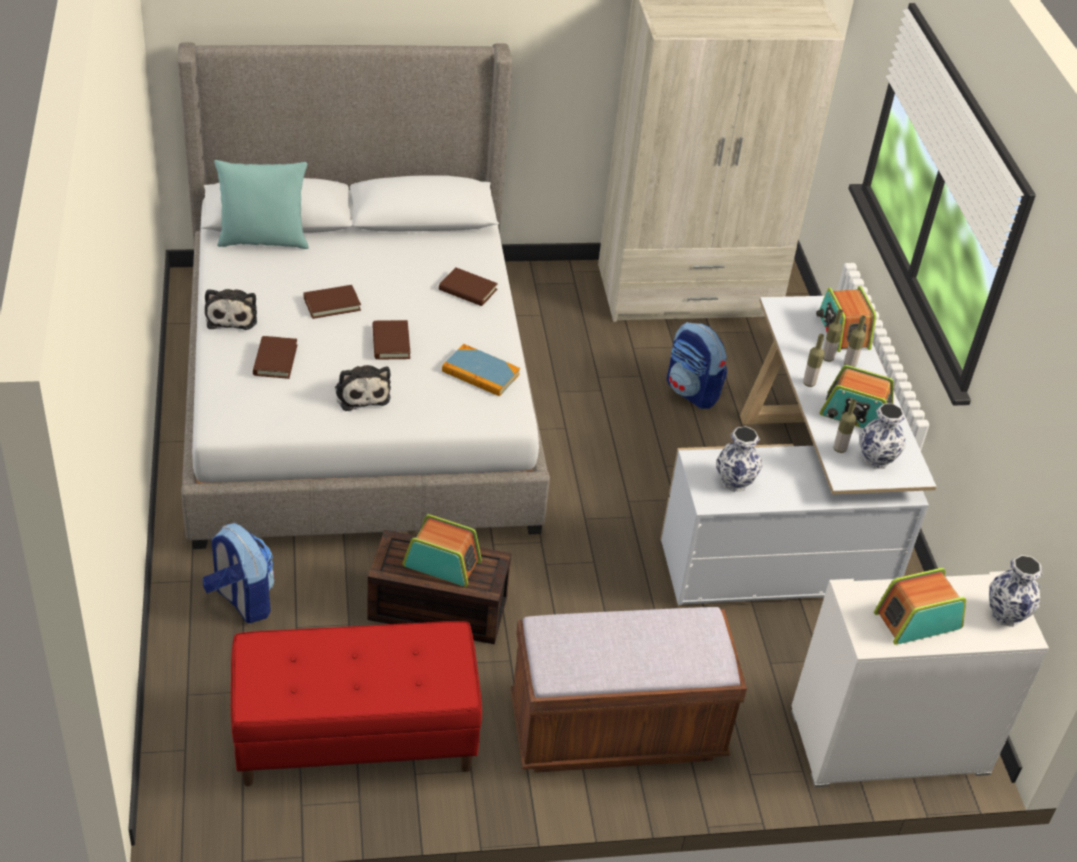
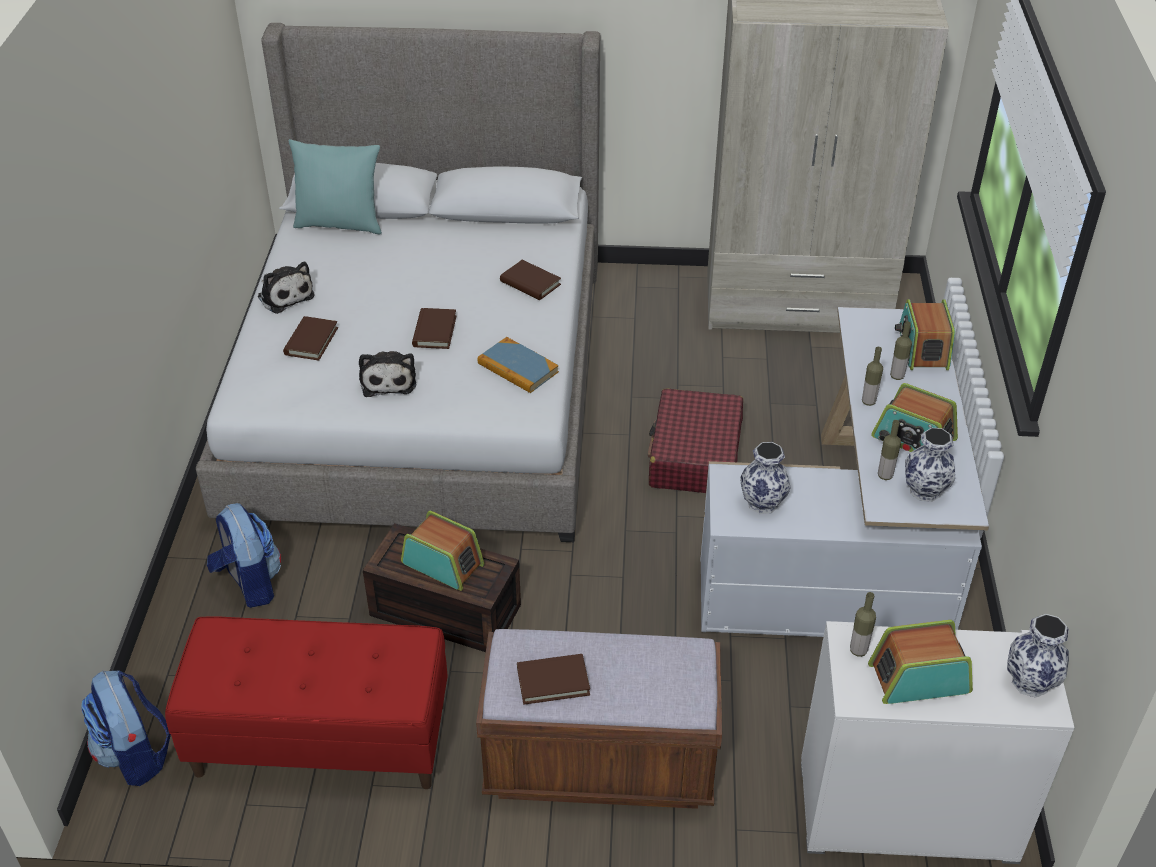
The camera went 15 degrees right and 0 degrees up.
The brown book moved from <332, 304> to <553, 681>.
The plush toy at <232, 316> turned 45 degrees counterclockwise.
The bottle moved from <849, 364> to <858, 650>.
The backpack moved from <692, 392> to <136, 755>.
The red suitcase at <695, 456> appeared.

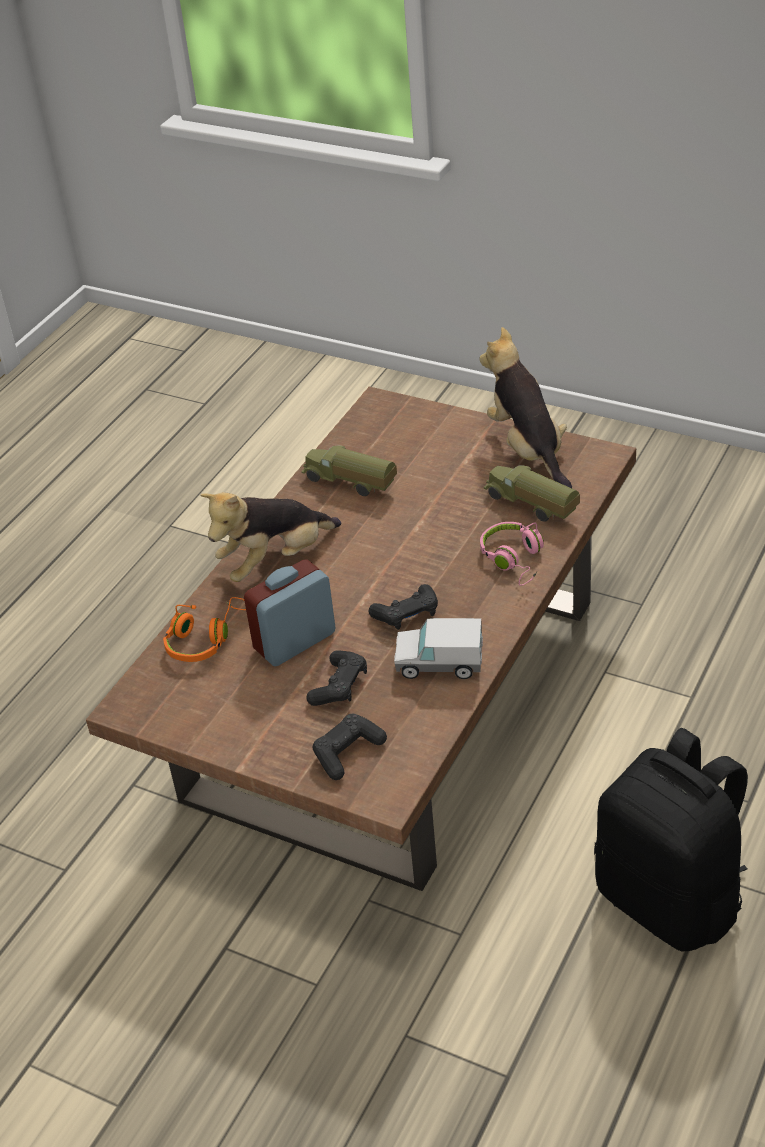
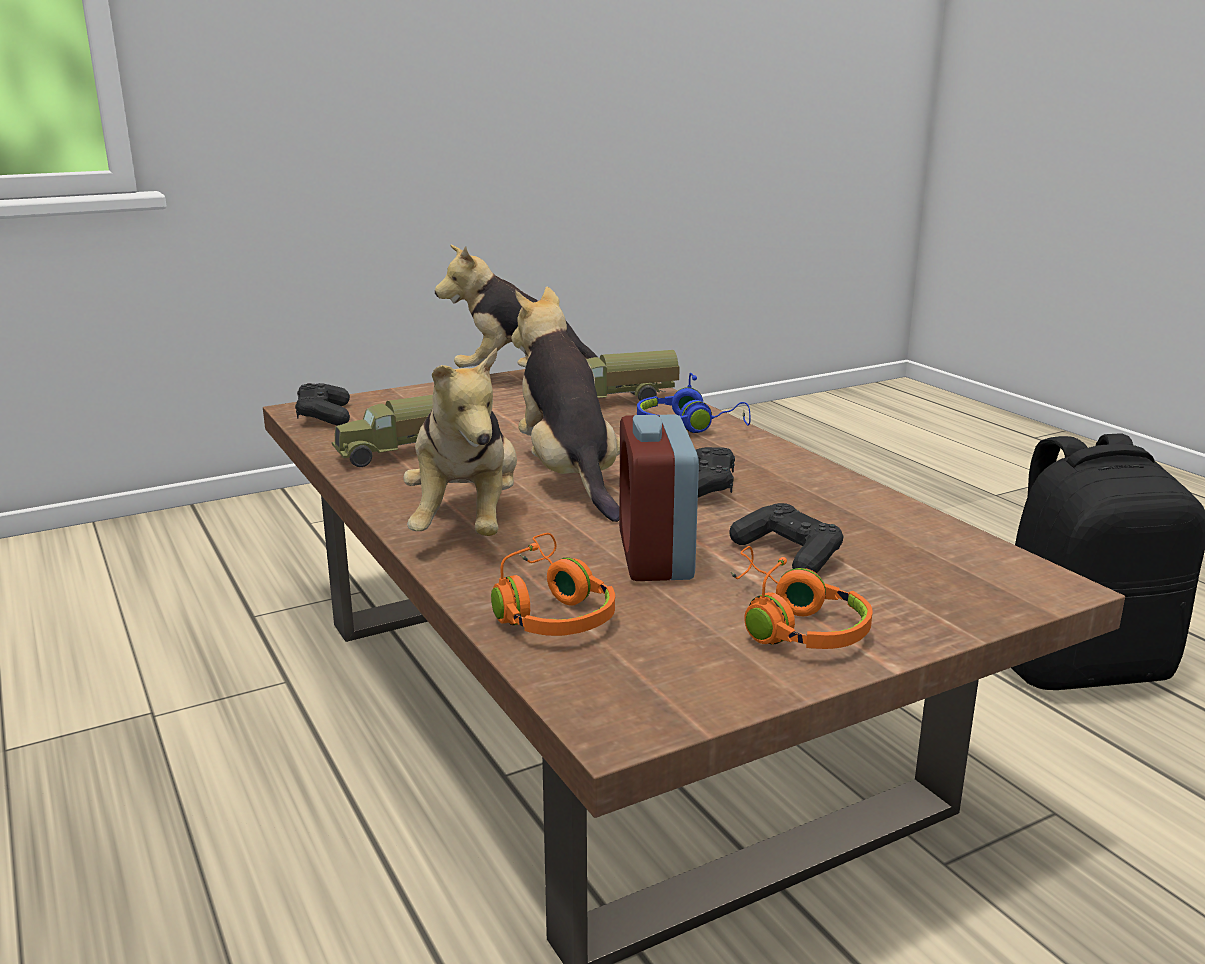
The camera went 60 degrees left and 20 degrees down.
The pink headphones at <515, 559> became the blue headphones at <689, 426>.
The toy truck at <439, 664> disappeared.
The black game controller moved from <348, 752> to <324, 416>.
The plush toy at <569, 476> appeared.
The orange headphones at <791, 624> appeared.

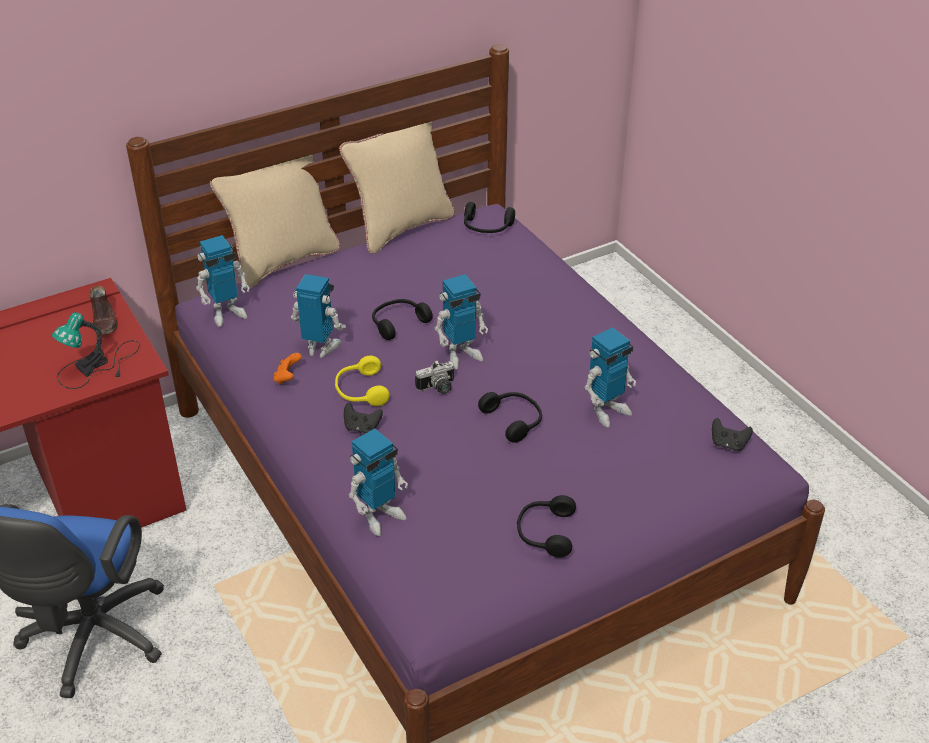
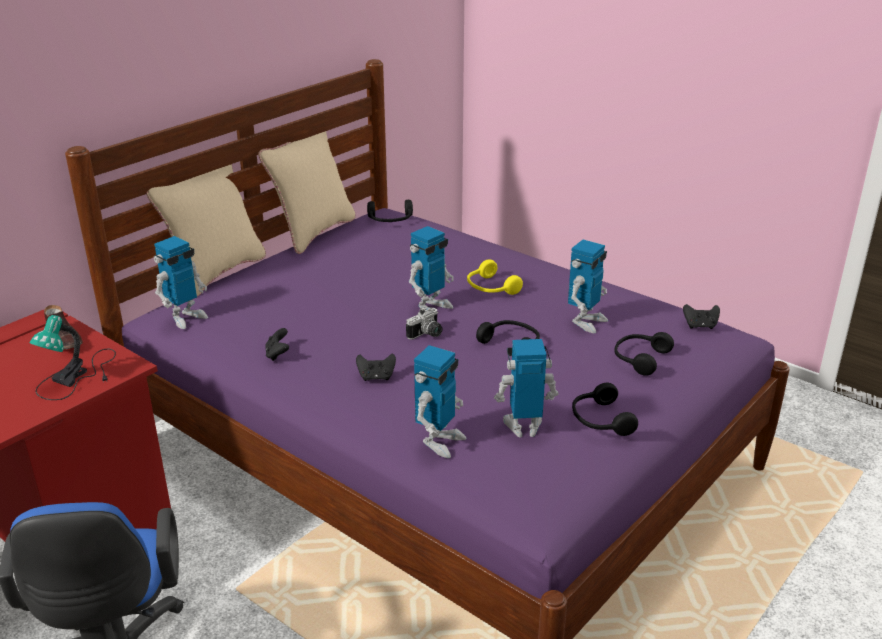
The camera went 20 degrees left and 10 degrees down.
The toy robot moved from <320, 348> to <524, 428>.
The black headphones moved from <398, 323> to <639, 359>.
The orange game controller at <287, 378> became the black game controller at <277, 354>.
The yellow headphones moved from <360, 391> to <490, 288>.

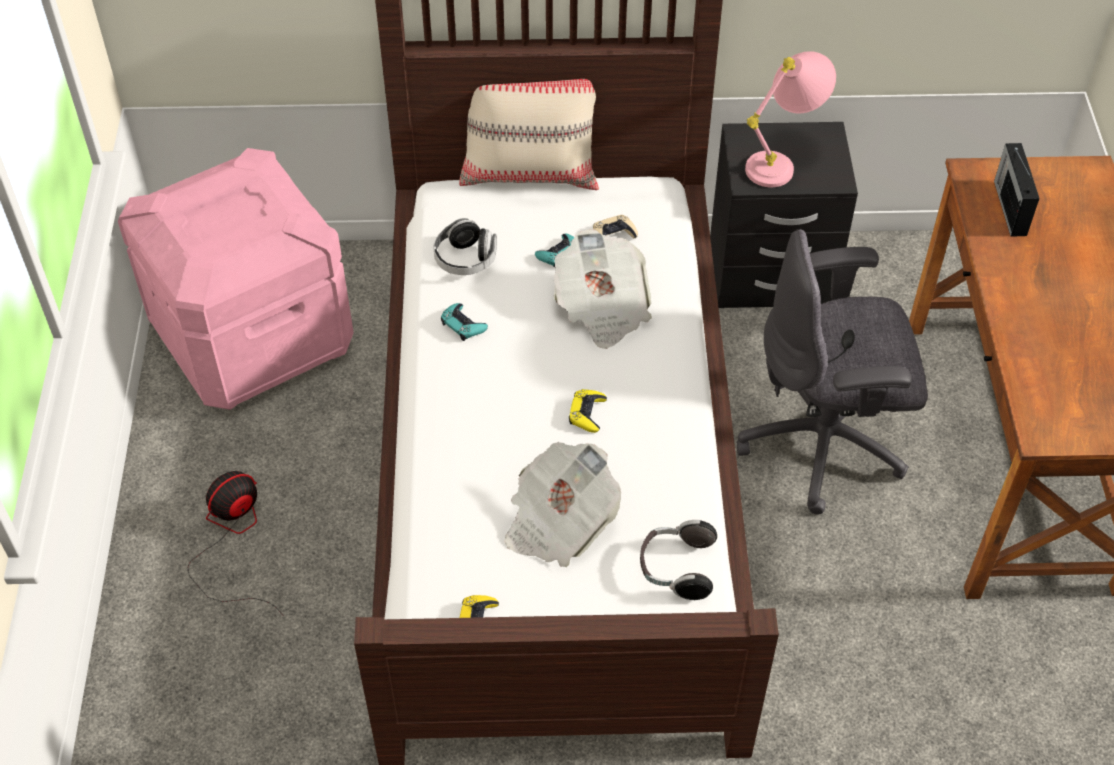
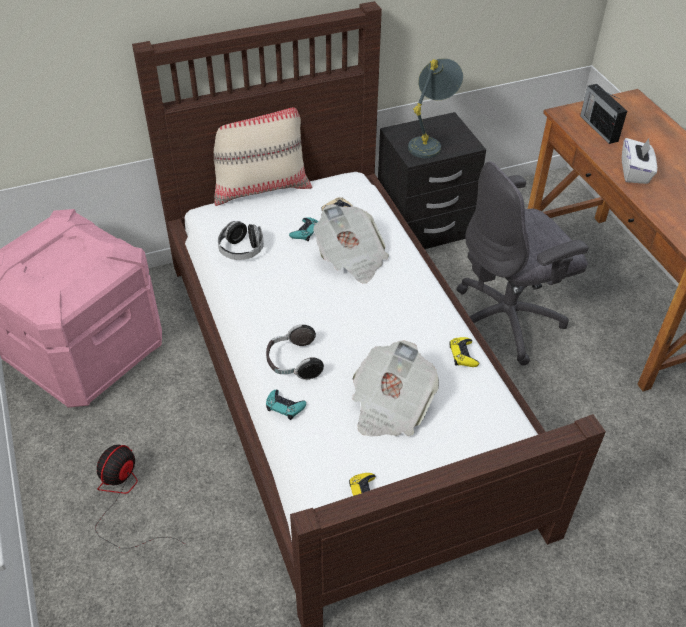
The camera went 20 degrees left and 5 degrees down.
The pink table lamp at <783, 163> became the grey table lamp at <430, 142>.
The turquoise game controller moved from <463, 325> to <285, 406>.
The yellow game controller moved from <587, 413> to <463, 355>.
The headphones moved from <676, 568> to <293, 363>.
The white tissue box at <635, 172> appeared.

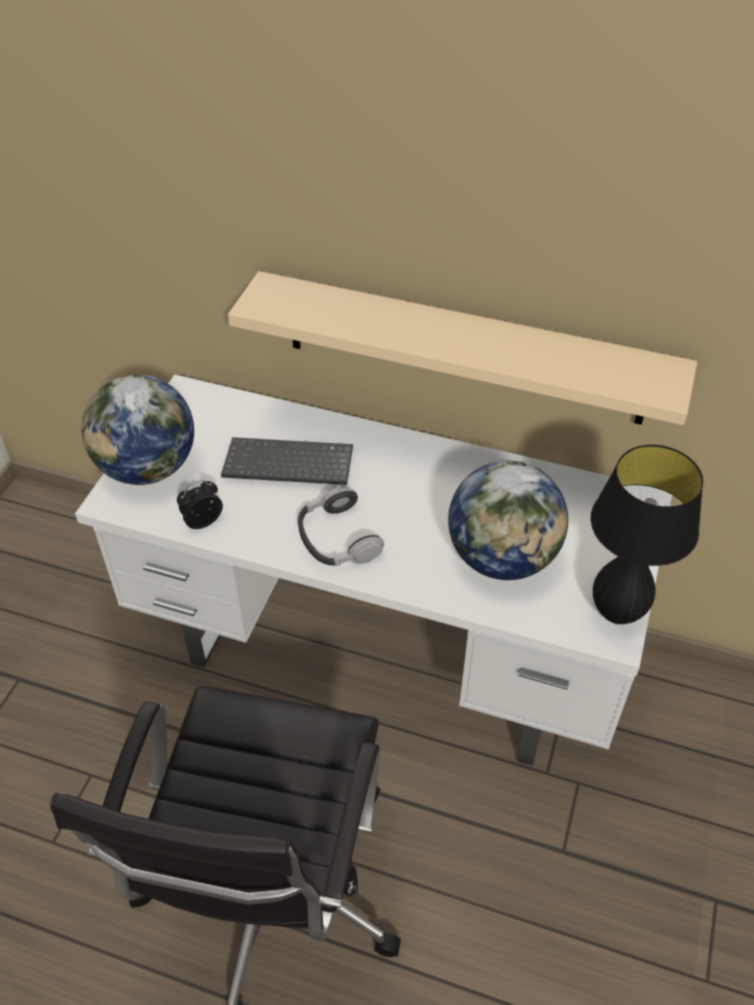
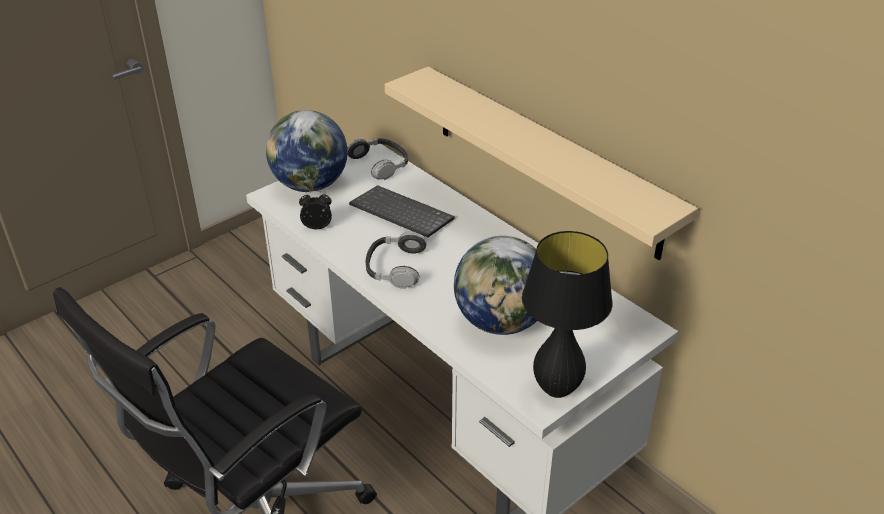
The camera went 30 degrees right and 10 degrees down.
The headphones at <380, 164> appeared.

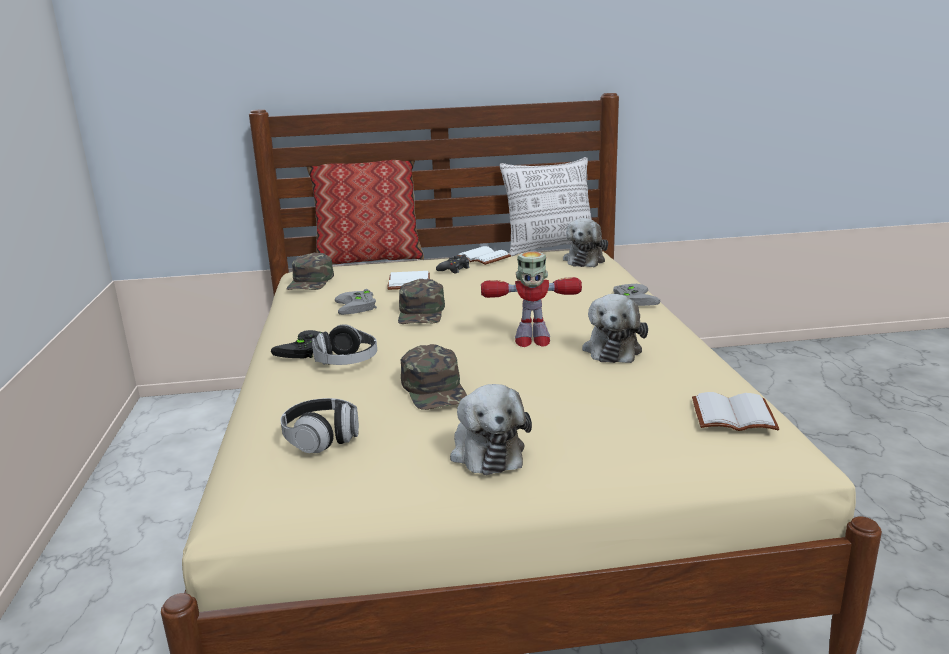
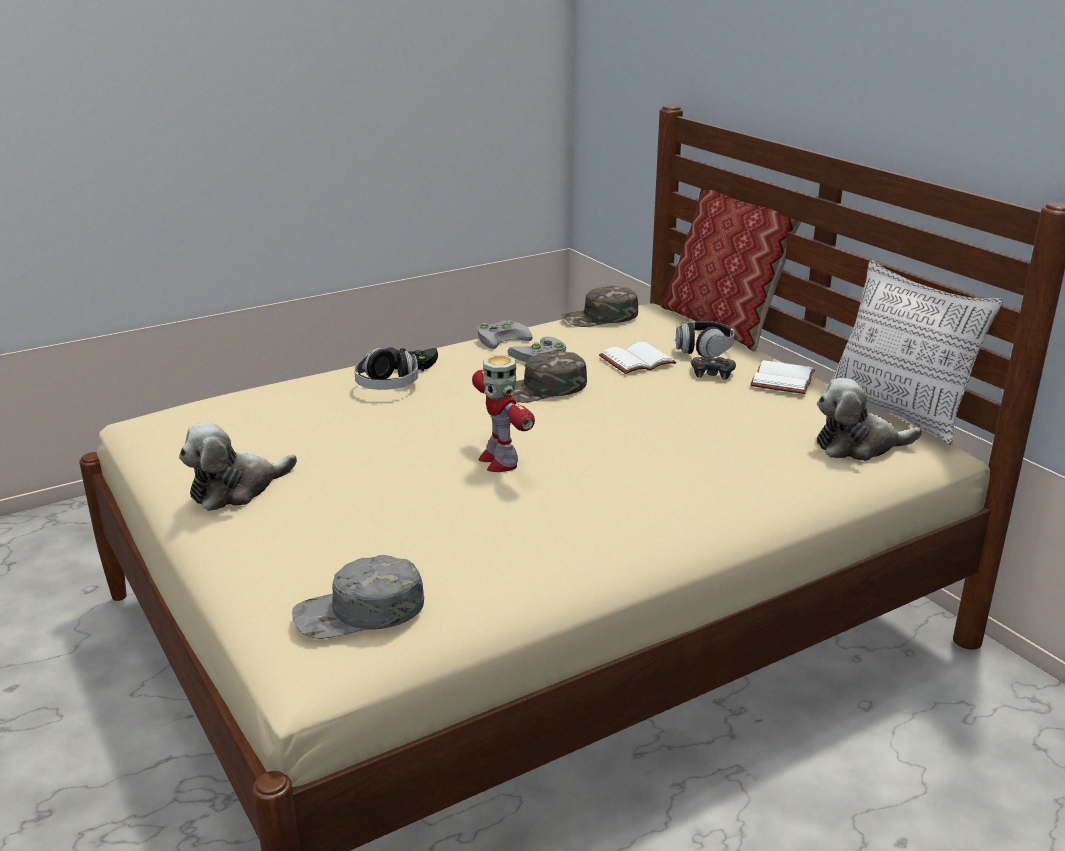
The camera went 65 degrees right and 5 degrees up.
The grey game controller moved from <632, 298> to <503, 337>.
The plush toy at <612, 349> disappeared.
The green cap at <435, 389> disappeared.
The white book at <734, 414> was replaced by the grey cap at <359, 612>.
The headphones moved from <322, 438> to <703, 350>.

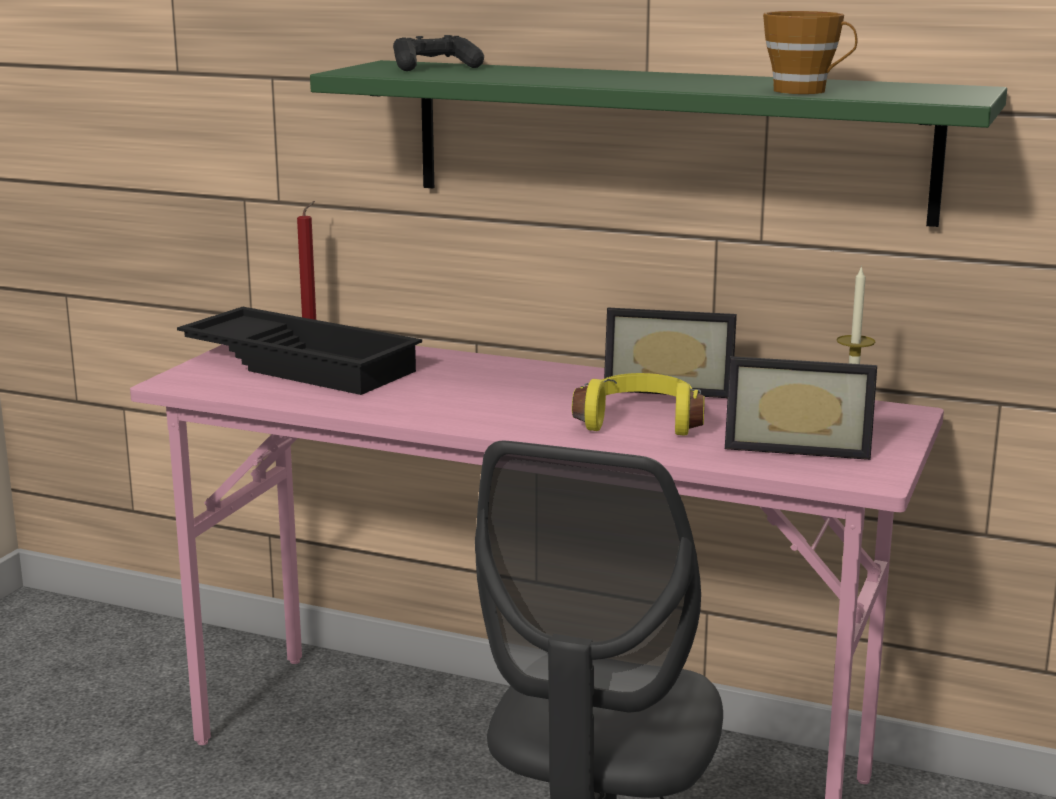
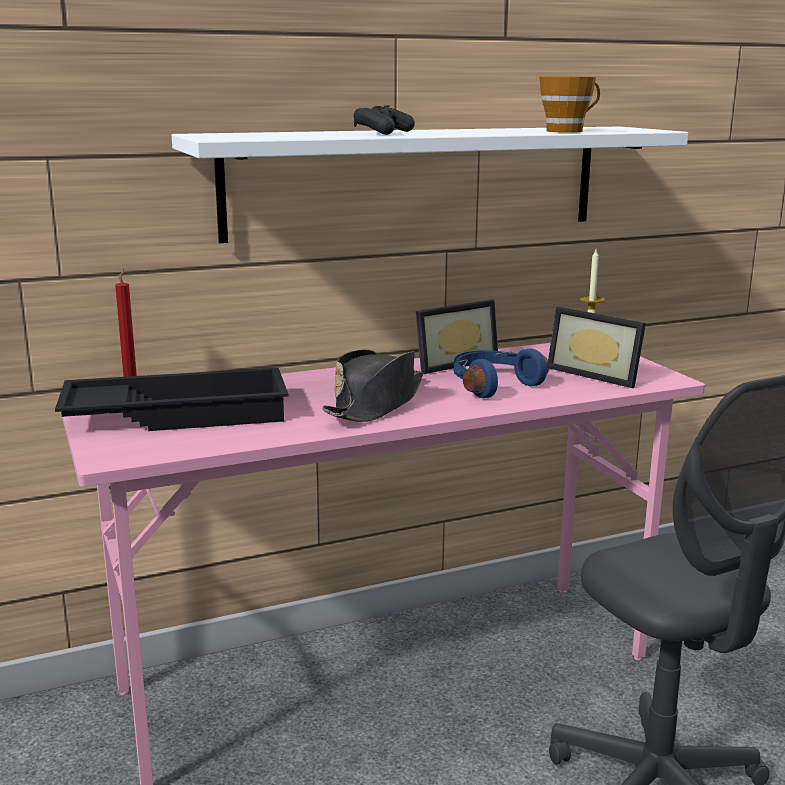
The camera went 45 degrees left and 0 degrees up.
The black game controller moved from <434, 67> to <383, 132>.
The green shelf at <667, 139> became the white shelf at <416, 181>.
The picture frame at <797, 446> turned 75 degrees clockwise.
The yellow headphones at <641, 421> became the blue headphones at <491, 385>.
The black hat at <376, 404> appeared.

